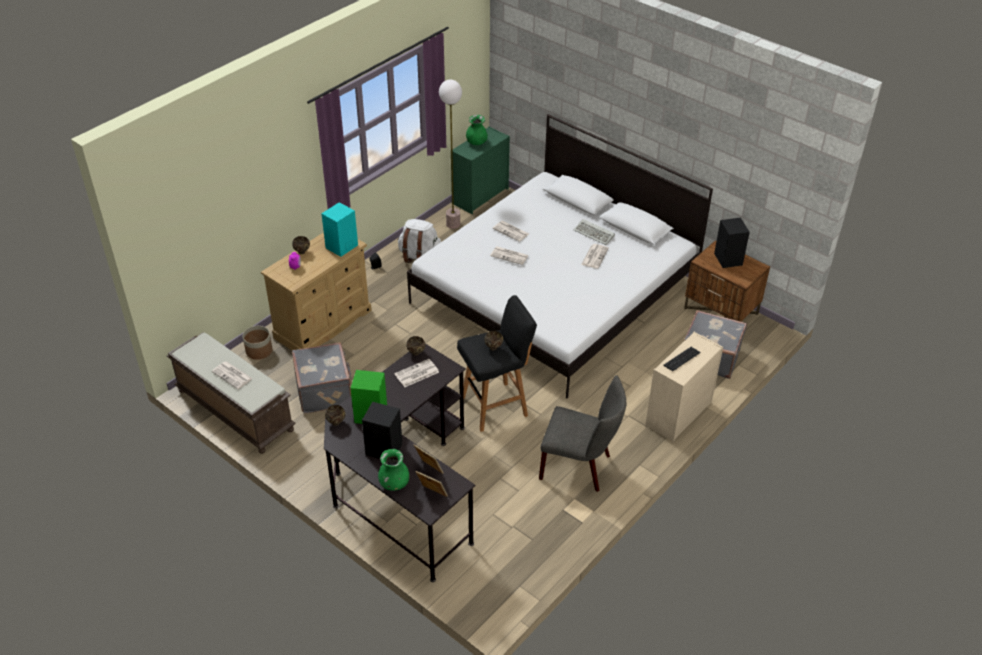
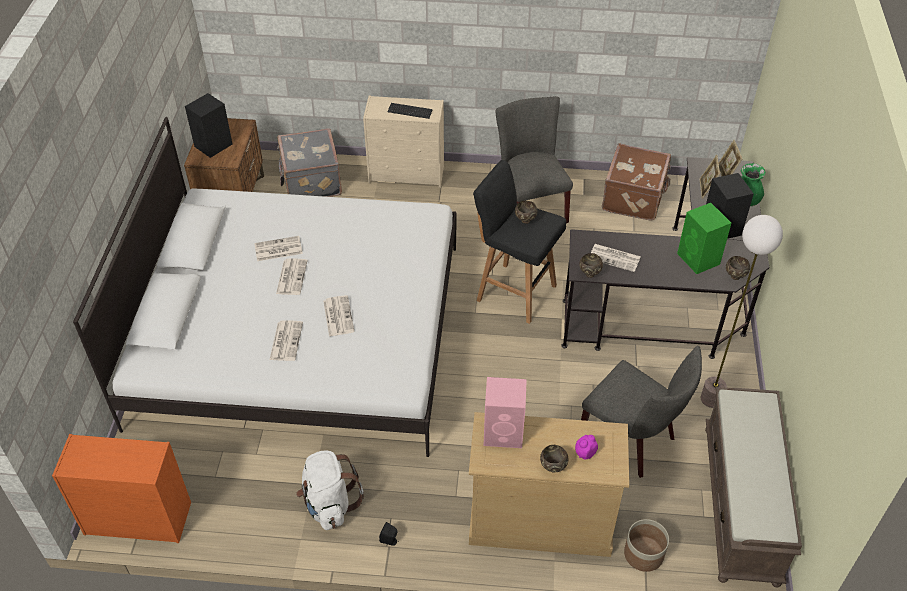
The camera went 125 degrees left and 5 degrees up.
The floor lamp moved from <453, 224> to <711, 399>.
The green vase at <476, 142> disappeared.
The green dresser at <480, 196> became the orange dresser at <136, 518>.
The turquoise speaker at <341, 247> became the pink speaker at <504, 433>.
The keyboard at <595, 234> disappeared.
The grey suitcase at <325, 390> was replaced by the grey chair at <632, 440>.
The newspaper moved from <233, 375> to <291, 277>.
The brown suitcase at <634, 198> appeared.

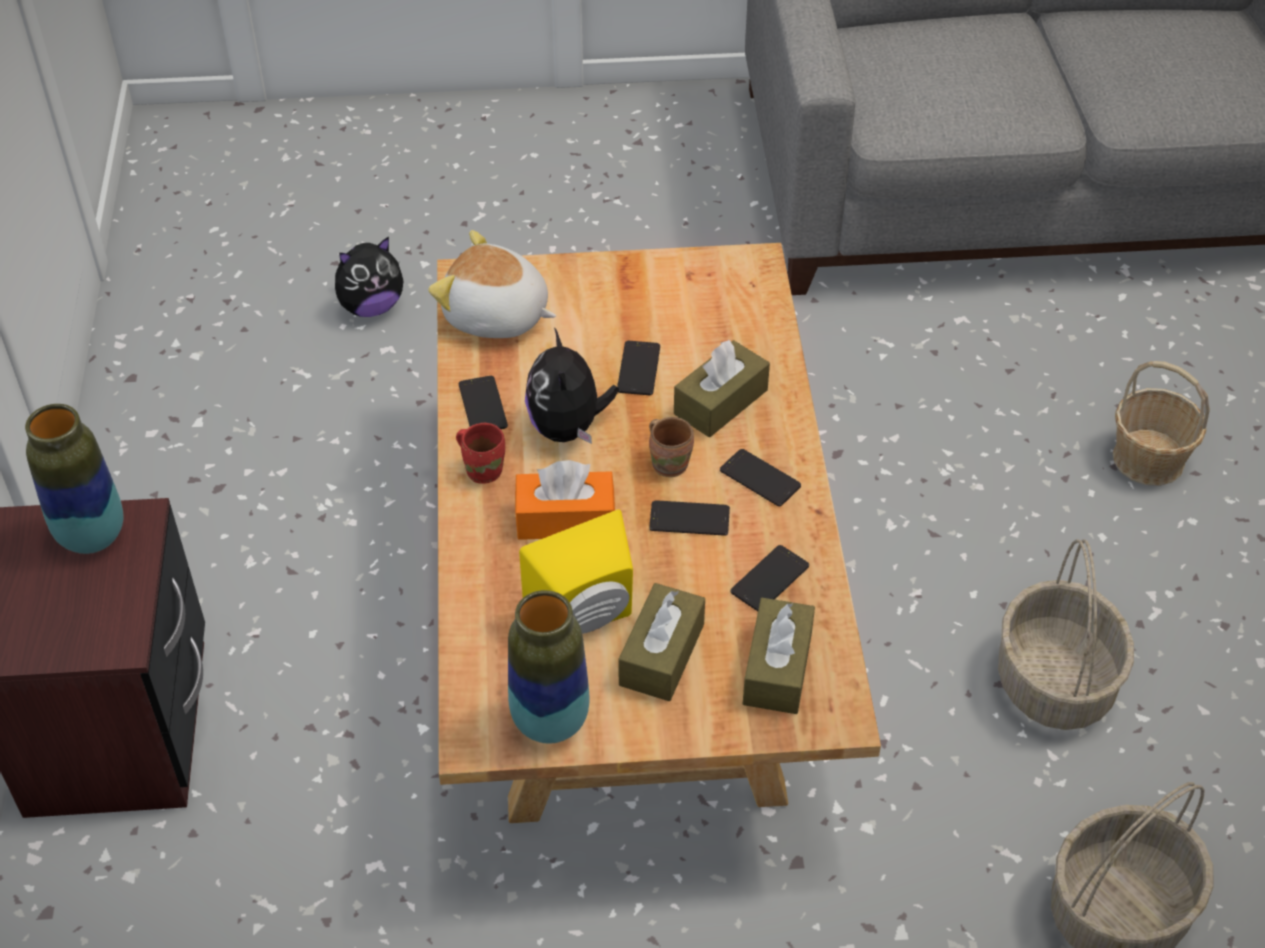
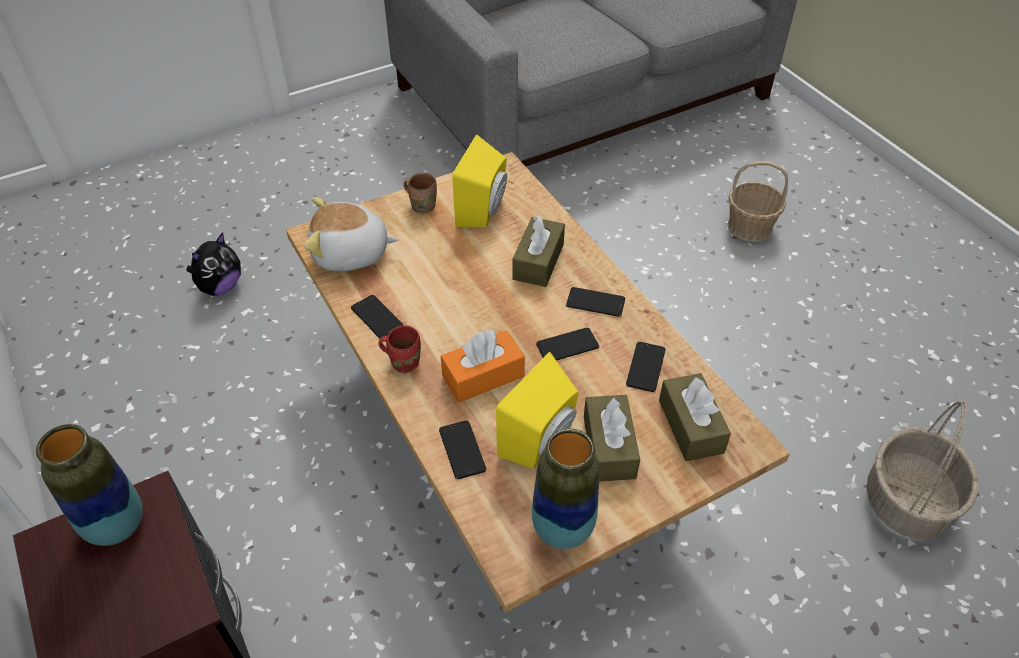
The camera went 25 degrees left and 0 degrees up.
The plush toy at <568, 428> disappeared.
The phone moved from <638, 369> to <462, 450>.
The brown mug moved from <670, 463> to <423, 206>.
The basket at <1056, 683> disappeared.
The yellow speaker at <485, 211> appeared.

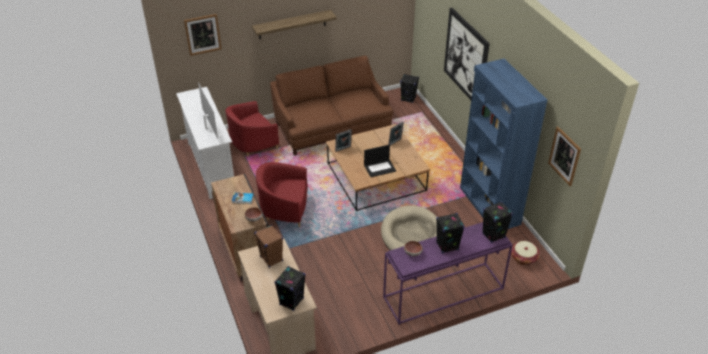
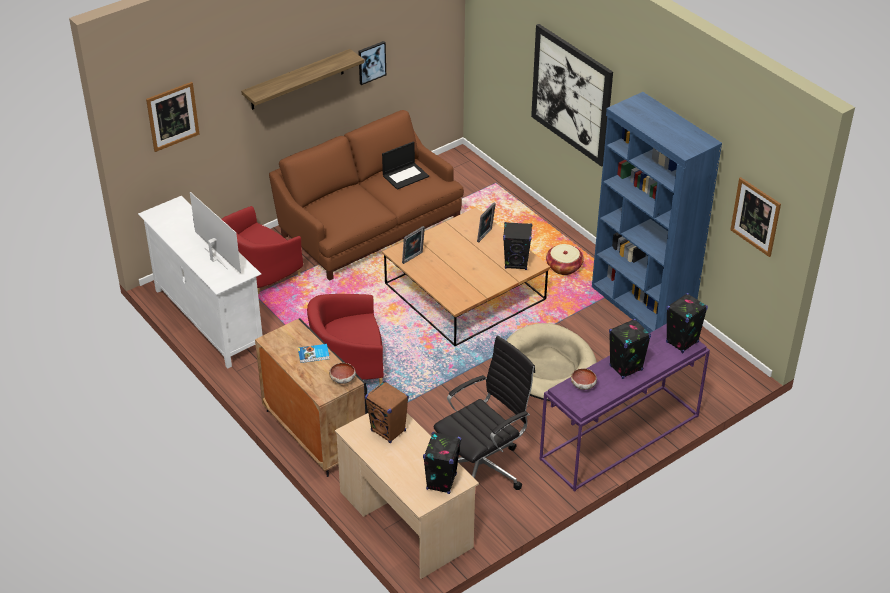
The camera went 15 degrees left and 0 degrees up.
The black speaker moved from <408, 99> to <516, 263>.
The laptop moved from <380, 168> to <405, 176>.
The basket moved from <523, 258> to <564, 267>.
The picture at <371, 62> appeared.
The black office chair at <482, 468> appeared.

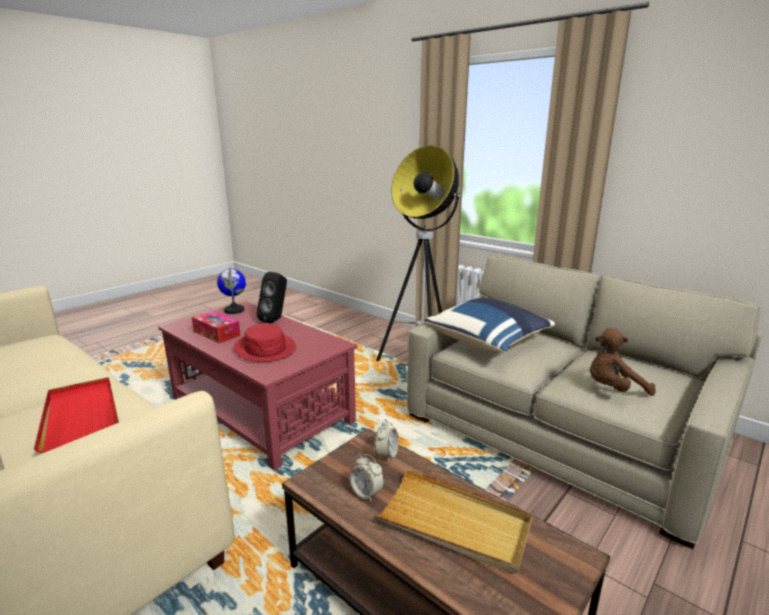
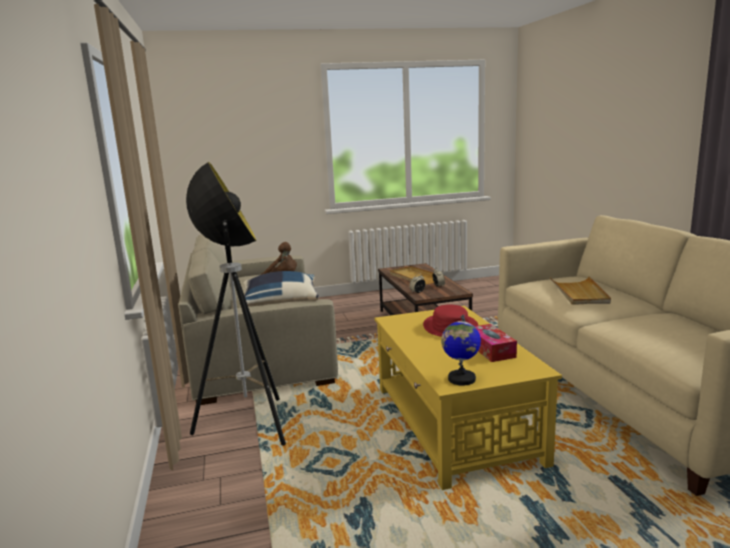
The camera went 145 degrees left and 5 degrees down.
The black speaker at <276, 320> disappeared.
The red coffee table at <260, 409> became the yellow coffee table at <454, 424>.
The red tray at <81, 416> became the beige tray at <579, 293>.

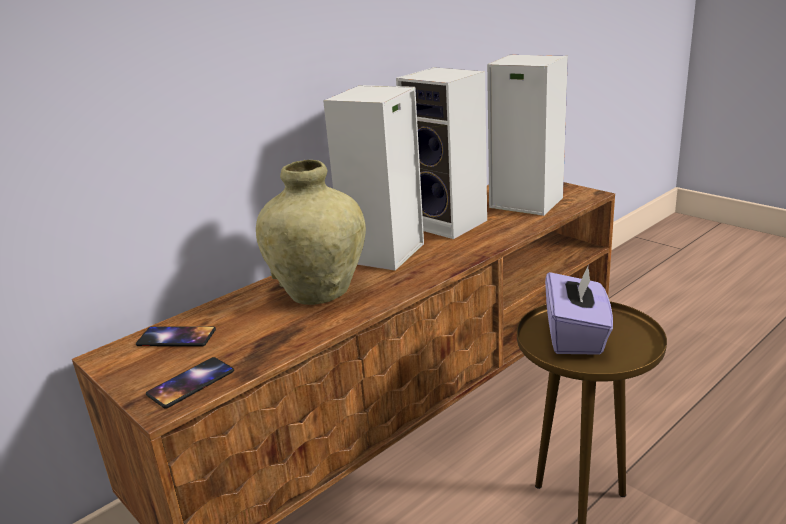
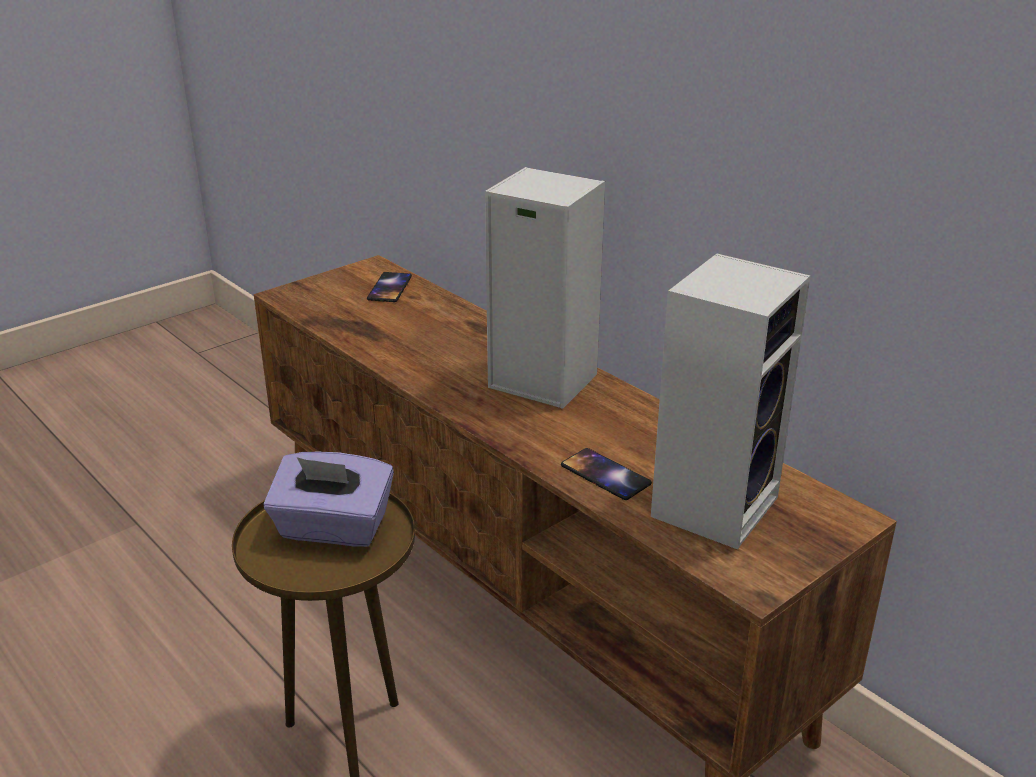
The camera went 90 degrees right and 5 degrees up.
The speaker at <449, 223> disappeared.
The beige vase at <319, 292> disappeared.
The phone moved from <191, 383> to <605, 475>.

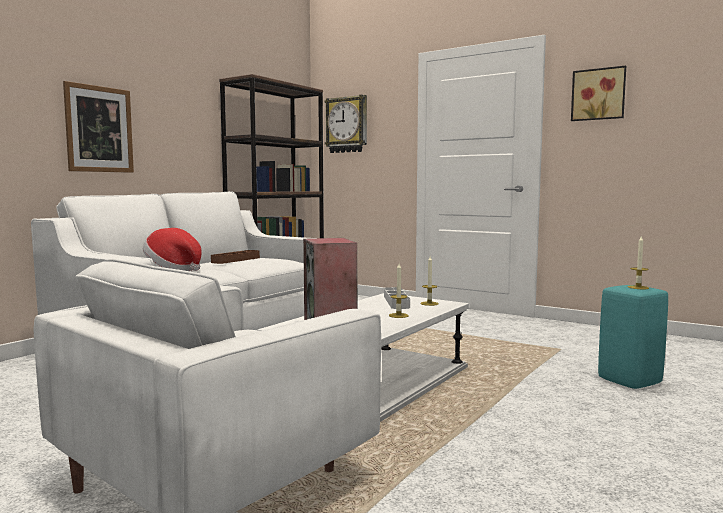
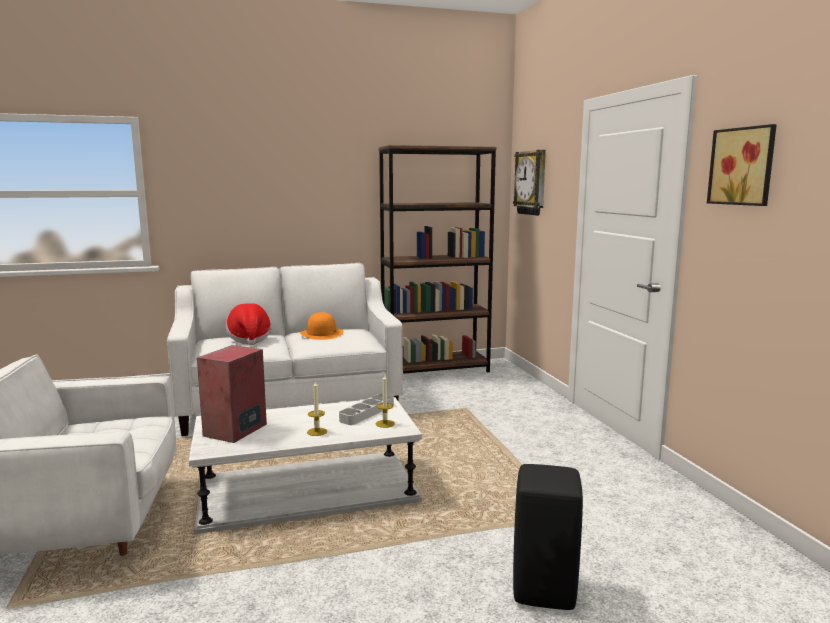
The camera went 40 degrees right and 5 degrees up.
The picture at <99, 129> disappeared.
The candle at <638, 287> disappeared.
The brown tray at <236, 260> was replaced by the orange hat at <322, 334>.
The turquoise stool at <631, 381> became the black stool at <545, 592>.

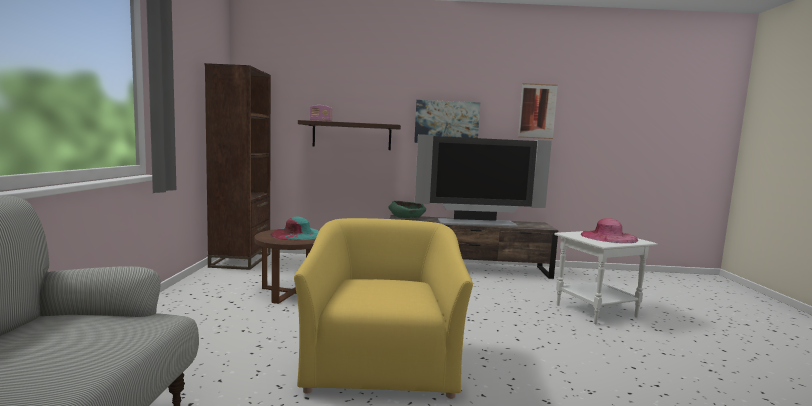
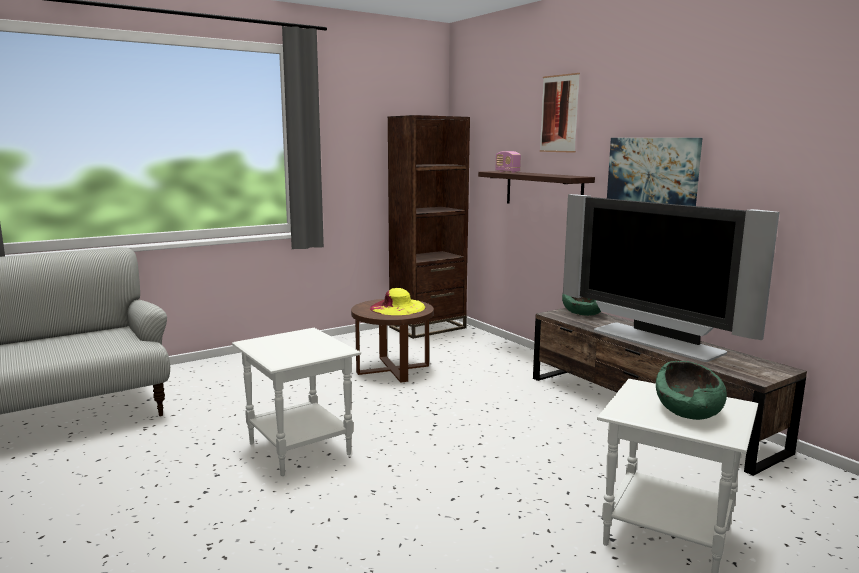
The camera went 55 degrees right and 5 degrees up.
The picture moved from <537, 111> to <559, 113>.
The turquoise hat at <297, 234> became the yellow hat at <397, 307>.
The yellow armchair at <382, 363> was replaced by the white side table at <300, 449>.
The pink hat at <608, 237> was replaced by the green bowl at <688, 410>.

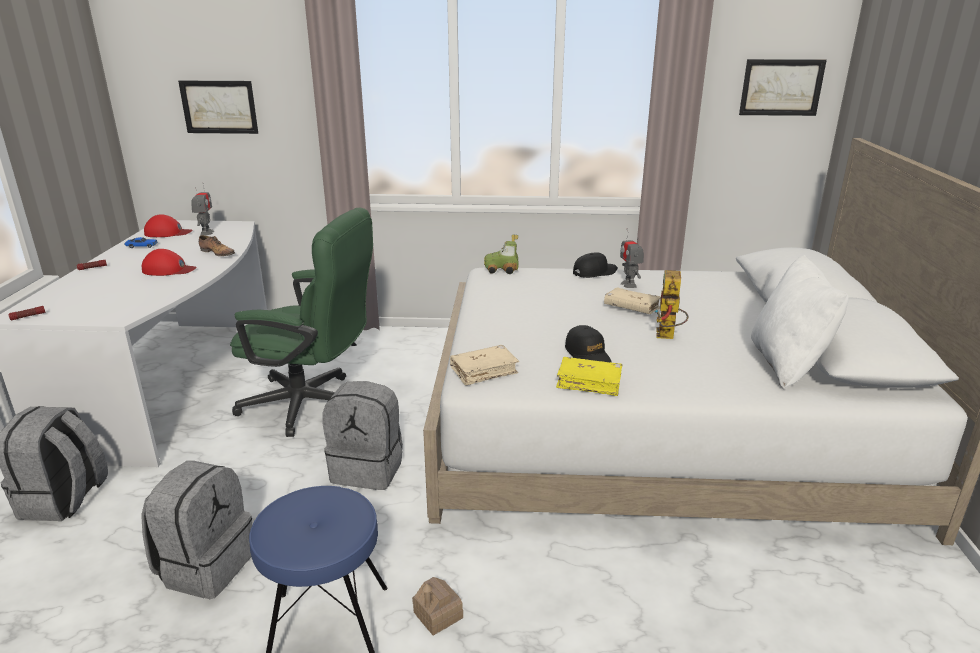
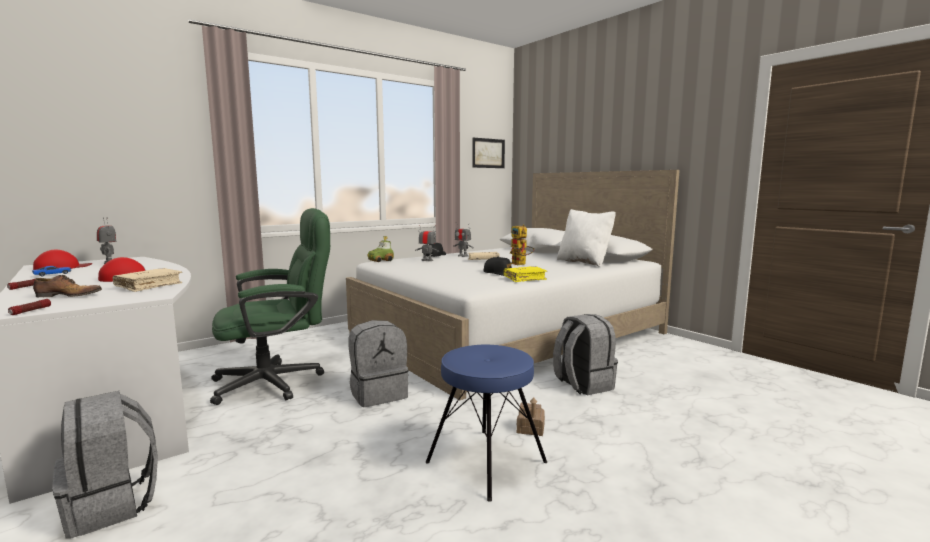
The camera went 40 degrees left and 15 degrees down.
The picture at <219, 107> disappeared.
The shoe moved from <217, 253> to <68, 296>.
The beige book moved from <483, 371> to <149, 286>.
The grey backpack moved from <206, 566> to <582, 384>.
The toy robot at <427, 260> appeared.

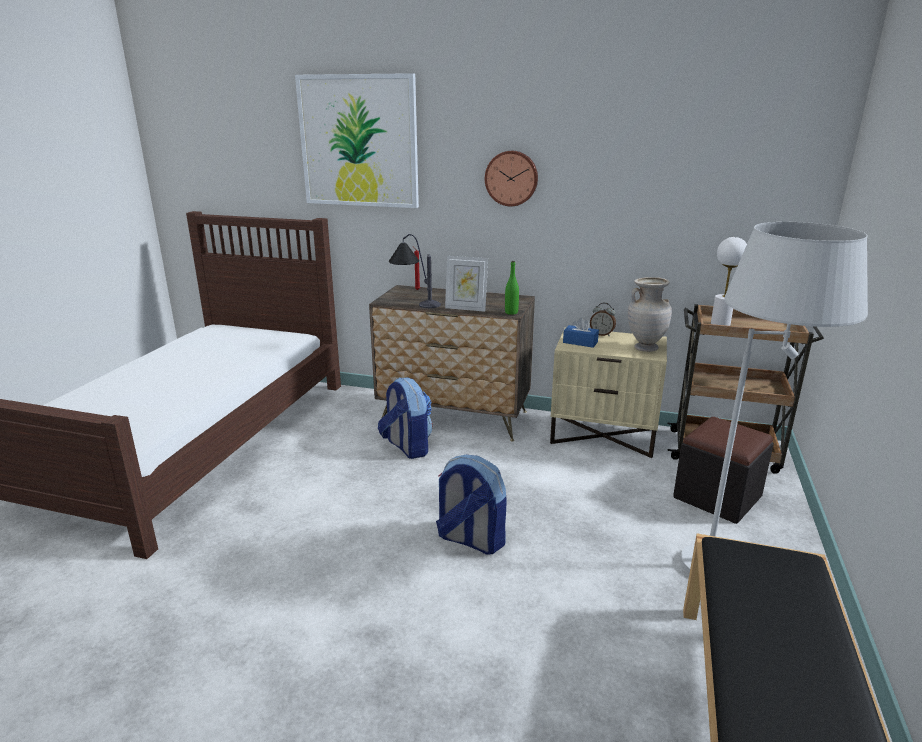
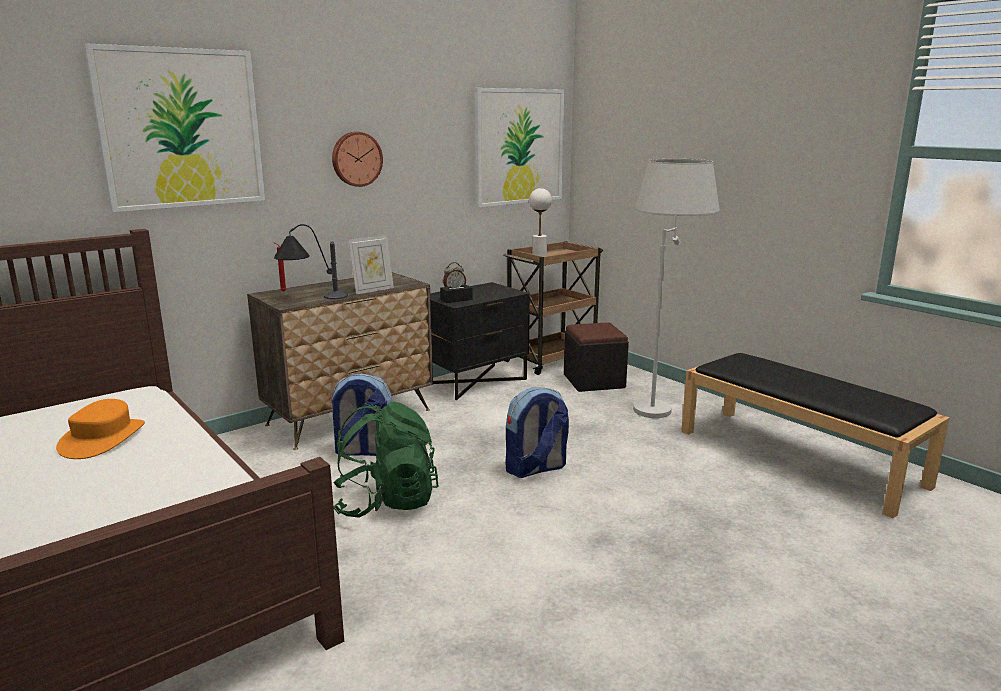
The camera went 55 degrees left and 5 degrees down.
The green bottle at <511, 312> disappeared.
The beige vase at <645, 348> disappeared.
The blue tissue box at <580, 342> became the black tissue box at <456, 299>.
The beige nightstand at <603, 435> became the black nightstand at <475, 381>.
The picture at <518, 147> appeared.
The orange hat at <103, 438> appeared.
The green backpack at <386, 502> appeared.

